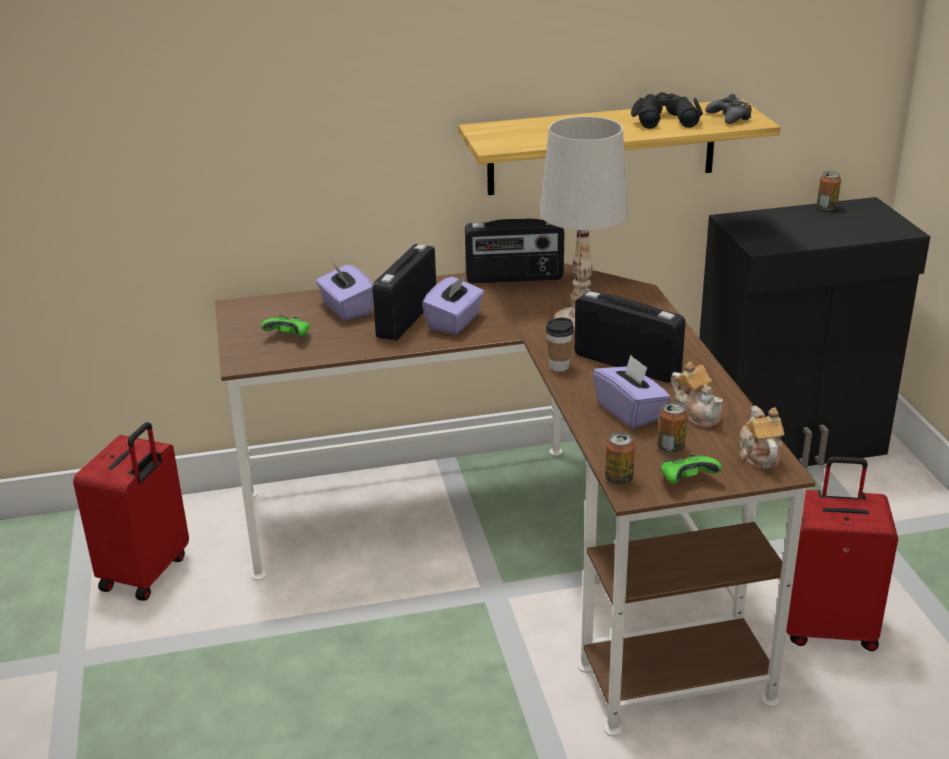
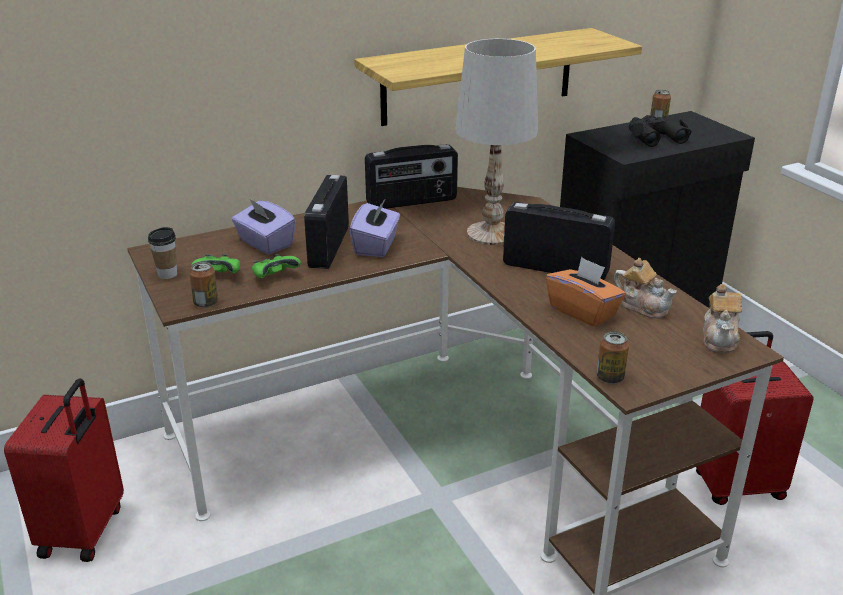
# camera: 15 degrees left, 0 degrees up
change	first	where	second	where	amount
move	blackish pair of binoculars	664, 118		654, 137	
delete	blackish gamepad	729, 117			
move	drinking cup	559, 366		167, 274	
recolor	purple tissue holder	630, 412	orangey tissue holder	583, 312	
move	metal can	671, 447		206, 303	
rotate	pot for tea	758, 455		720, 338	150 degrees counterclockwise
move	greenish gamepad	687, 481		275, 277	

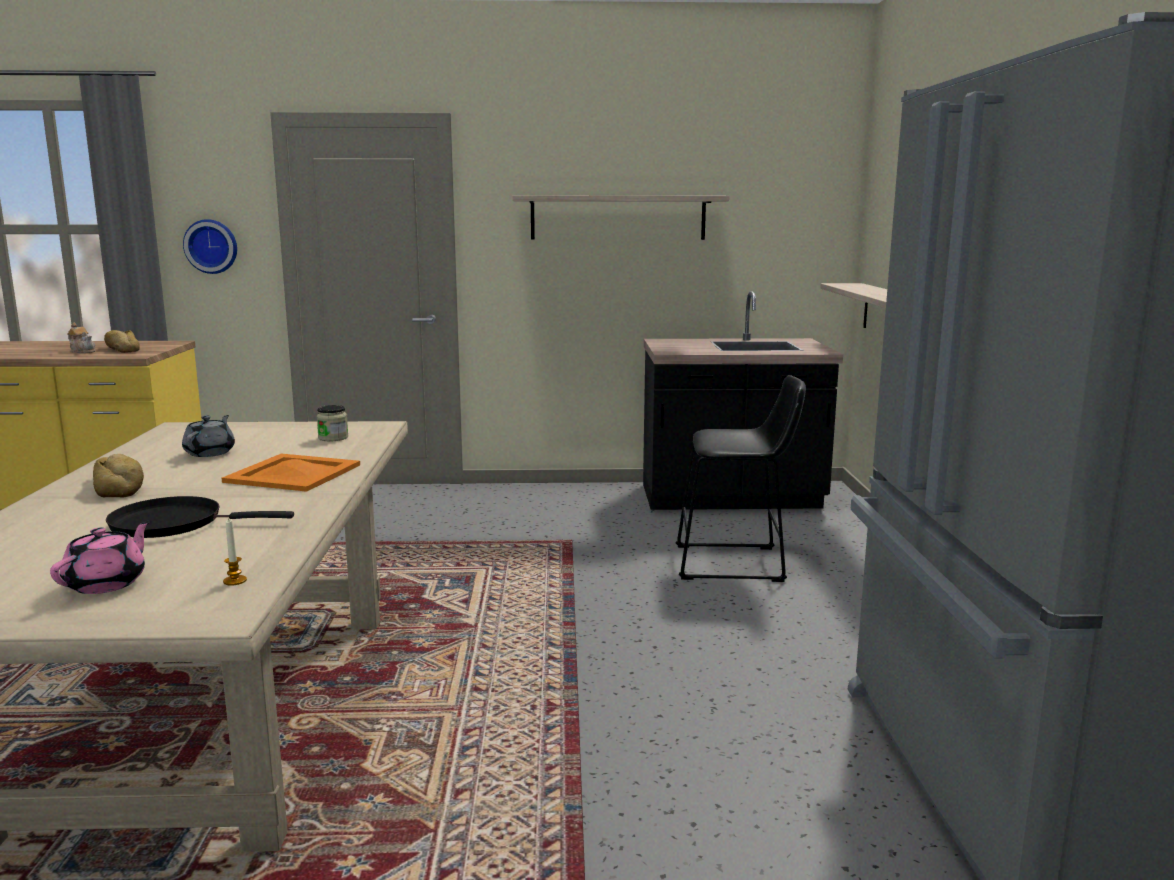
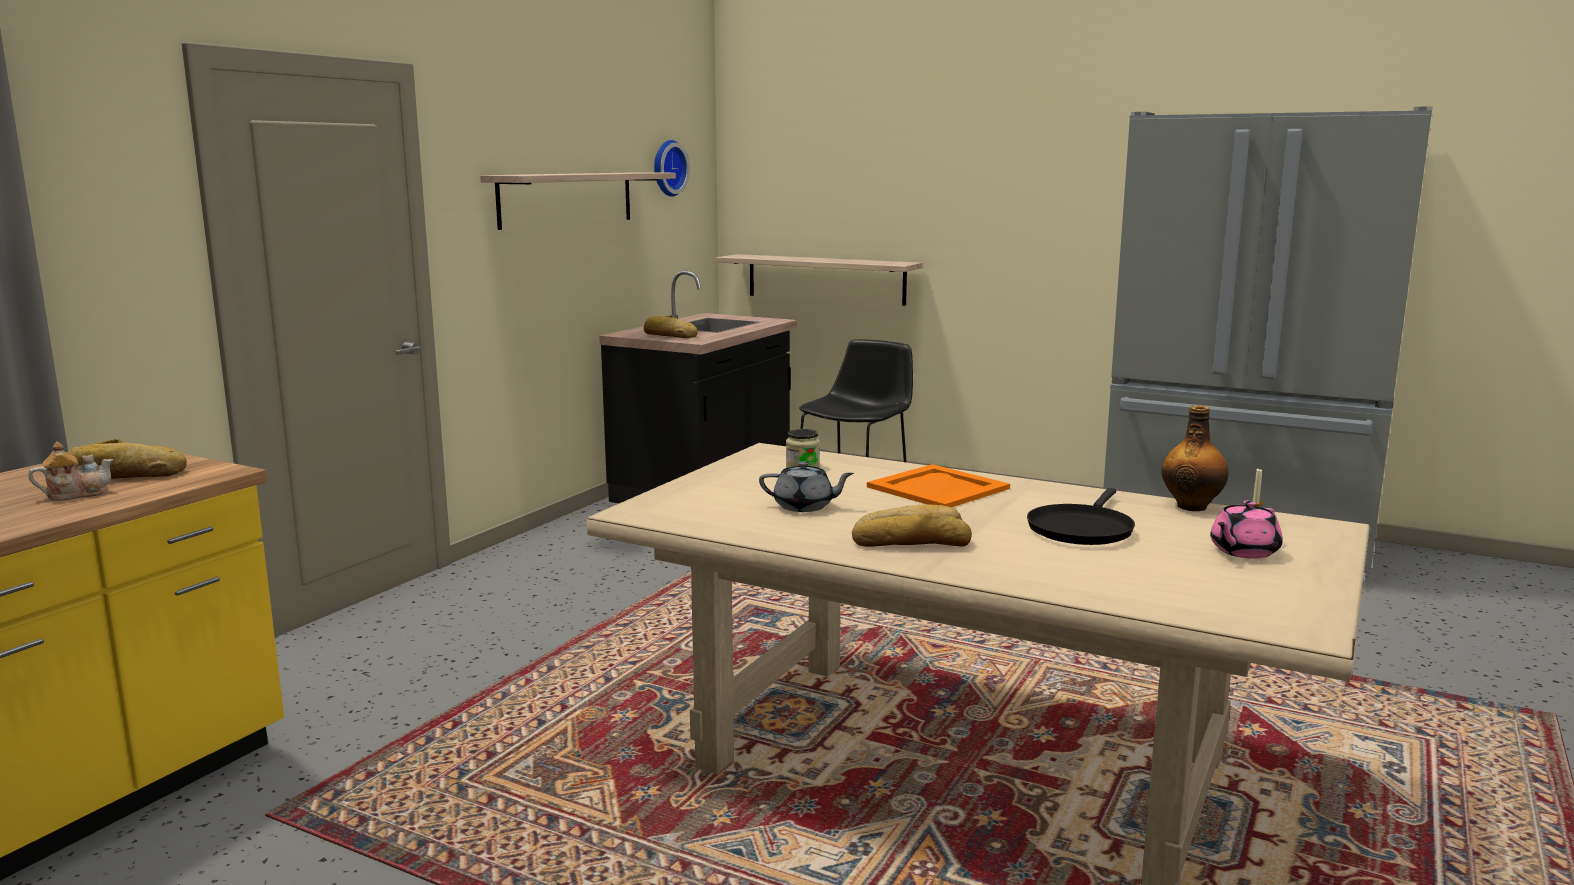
# camera: 60 degrees left, 0 degrees up
change	first	where	second	where	amount
move	clock on the wall	212, 246		667, 168	
rotate	grey pot for tea	210, 453		804, 506	150 degrees clockwise
rotate	pink pot for tea	107, 583		1243, 551	90 degrees counterclockwise
insert			baked bread	669, 335	
insert			beverage bottle	1192, 506	

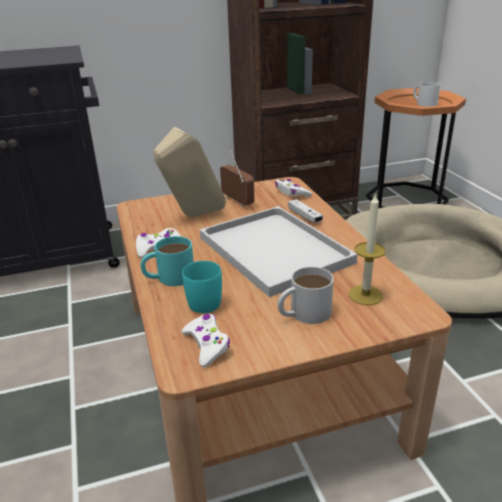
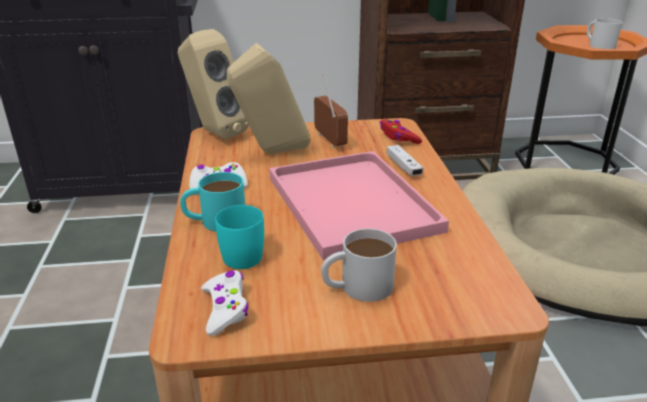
# camera: 10 degrees right, 0 degrees up
change	first	where	second	where	amount
recolor	white gamepad	291, 193	red gamepad	398, 137	
delete	wax light	365, 295			
recolor	white serving tray	277, 250	pink serving tray	354, 204	
insert			beige audio speaker	215, 133	

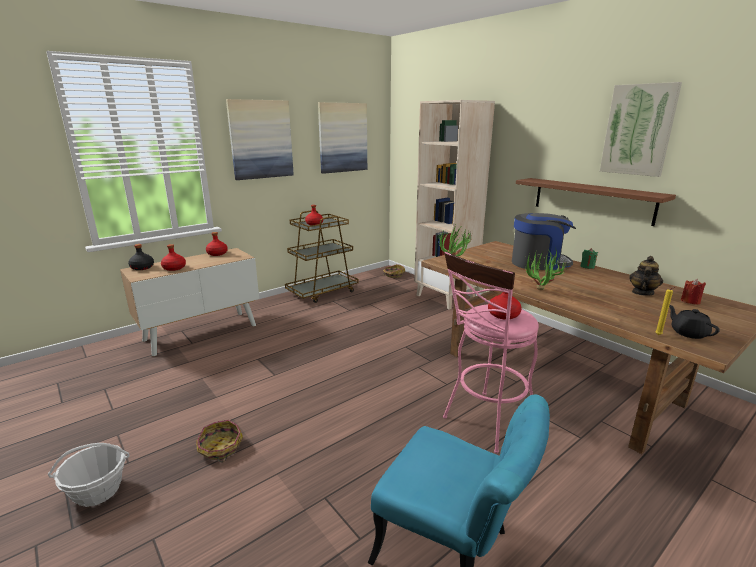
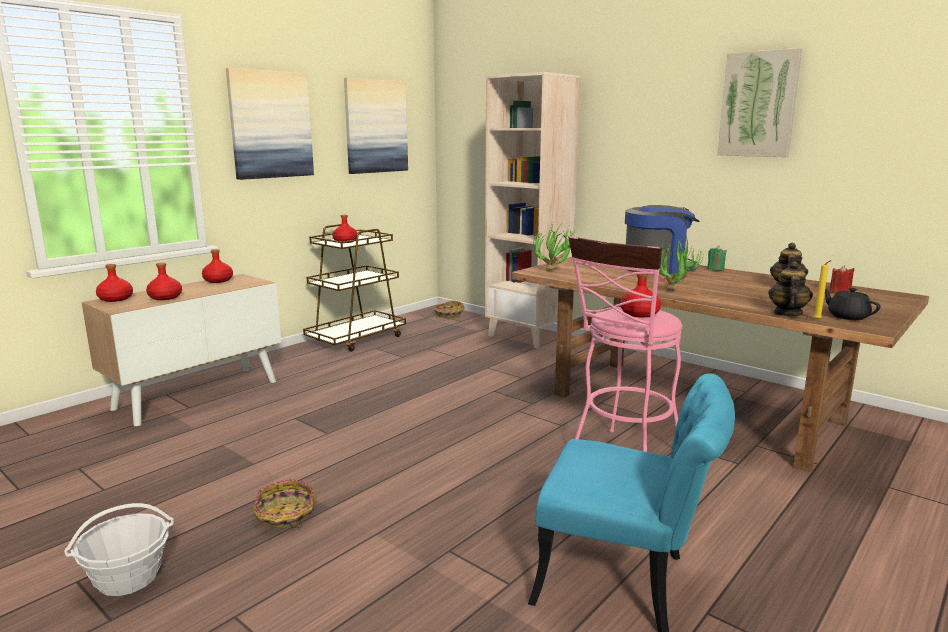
# camera: 10 degrees left, 5 degrees down
change	first	where	second	where	amount
delete	brownish wall shelf	592, 200			
recolor	blackish beverage bottle	142, 268	red beverage bottle	115, 299	
insert			pot for tea	787, 313	

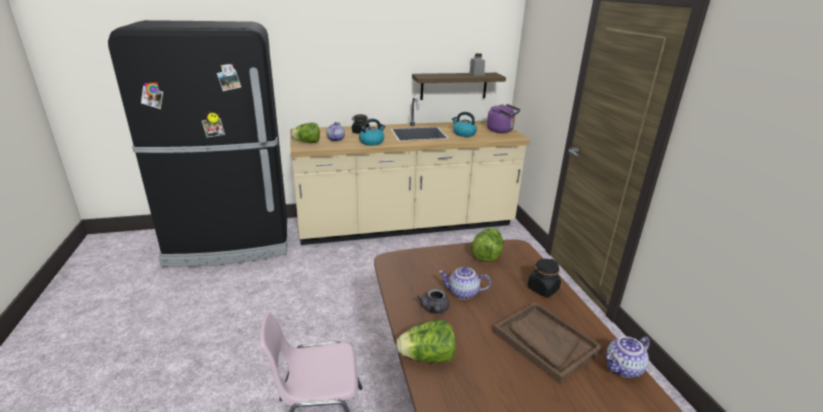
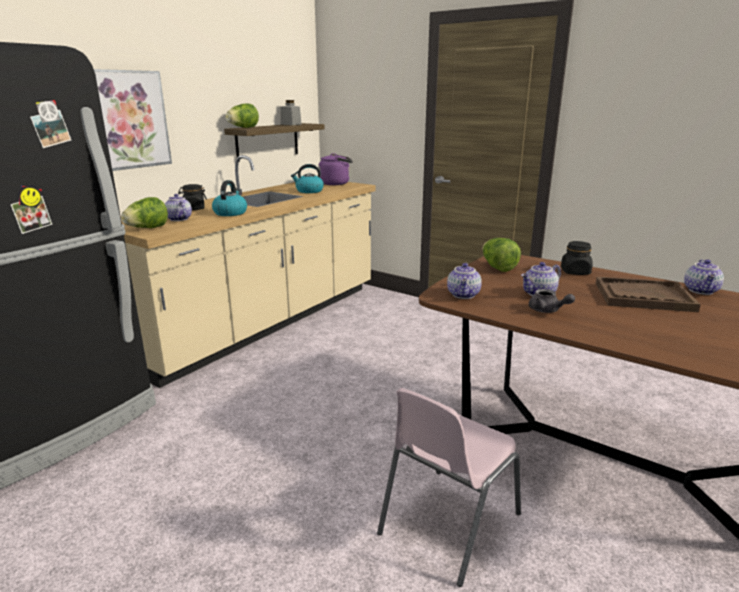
# camera: 40 degrees left, 5 degrees down
change	first	where	second	where	amount
move	head of lettuce	427, 357		243, 128	
insert			picture	129, 120	
insert			pot for tea	464, 295	

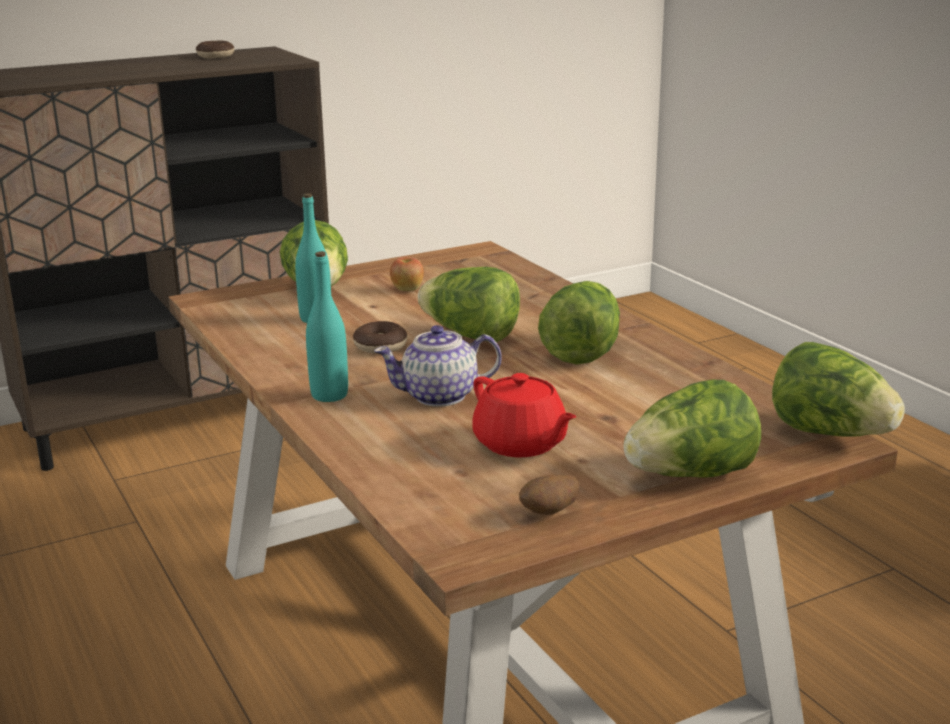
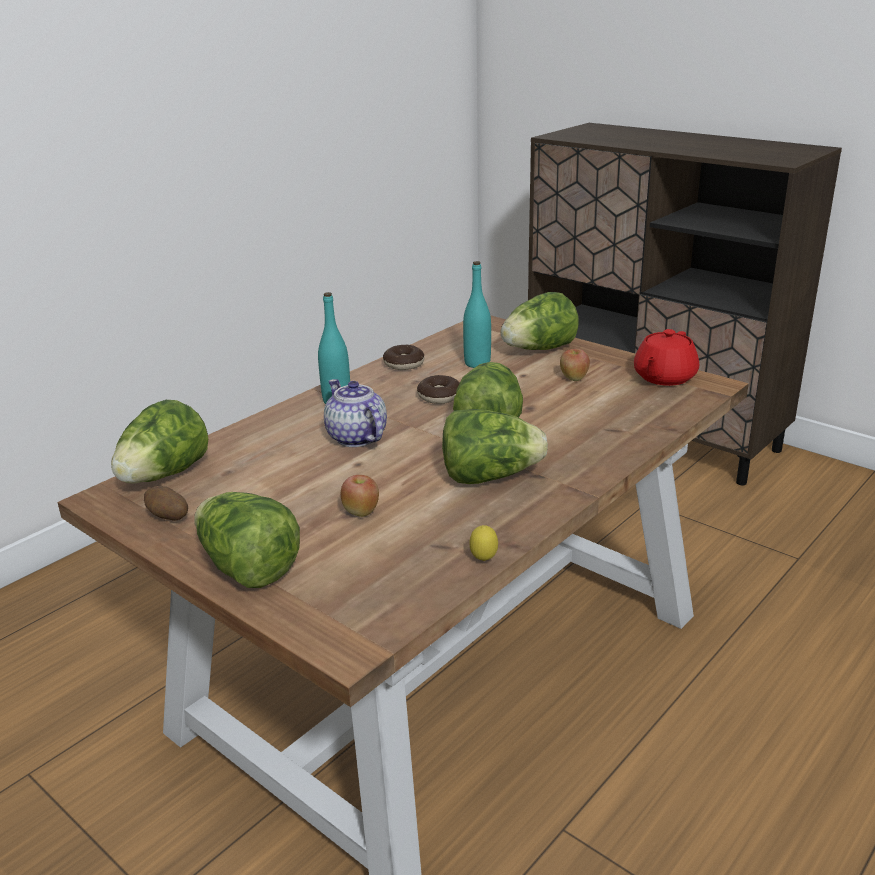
# camera: 70 degrees right, 5 degrees up
change	first	where	second	where	amount
move	ring doughnut	215, 56		404, 364	
move	head of lettuce	830, 433		164, 476	
move	red pot for tea	521, 444		663, 377	
insert			apple	361, 512	
insert			lemon	483, 560	

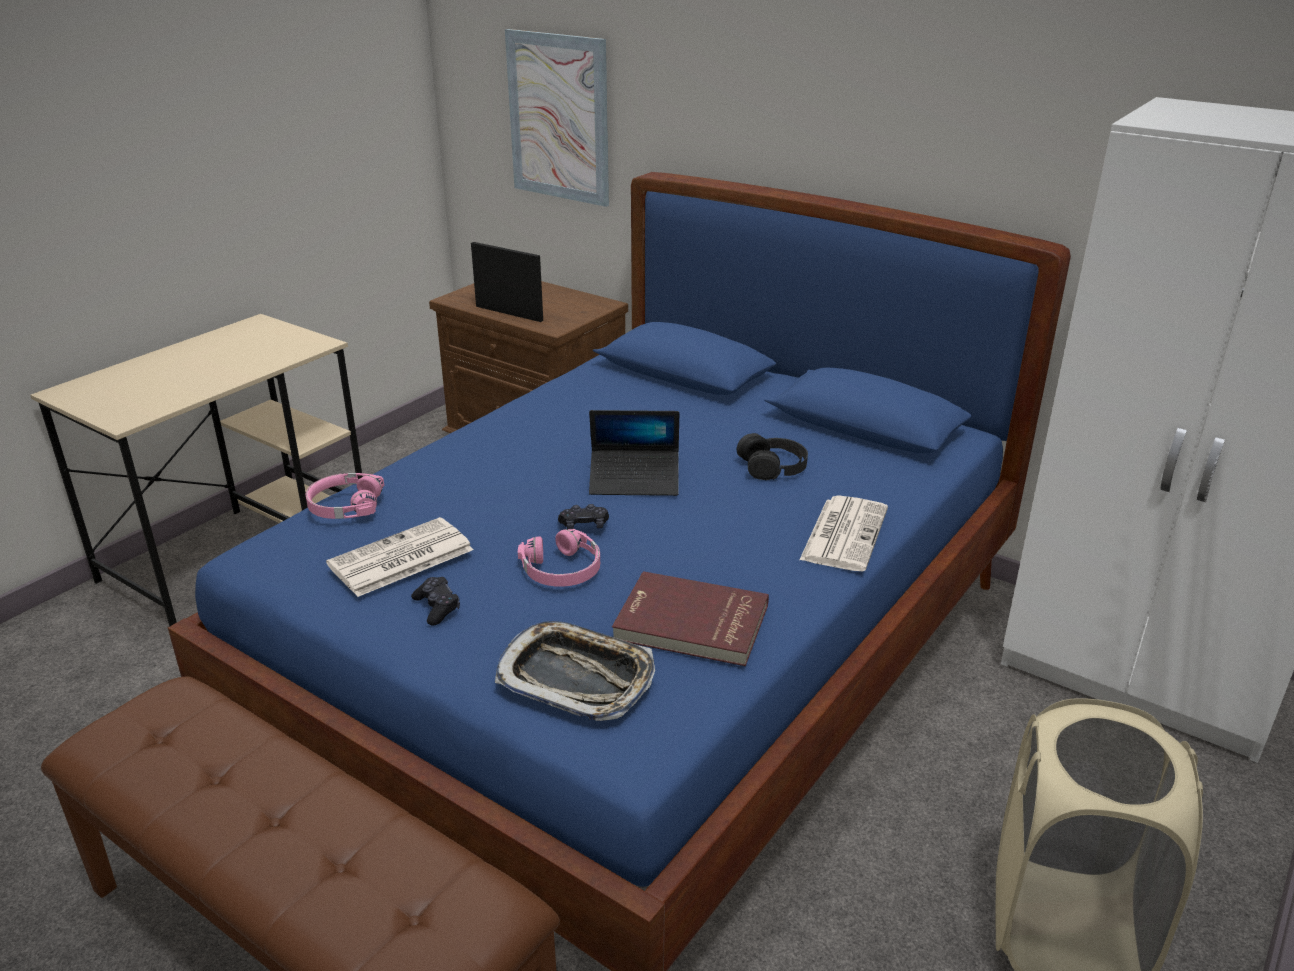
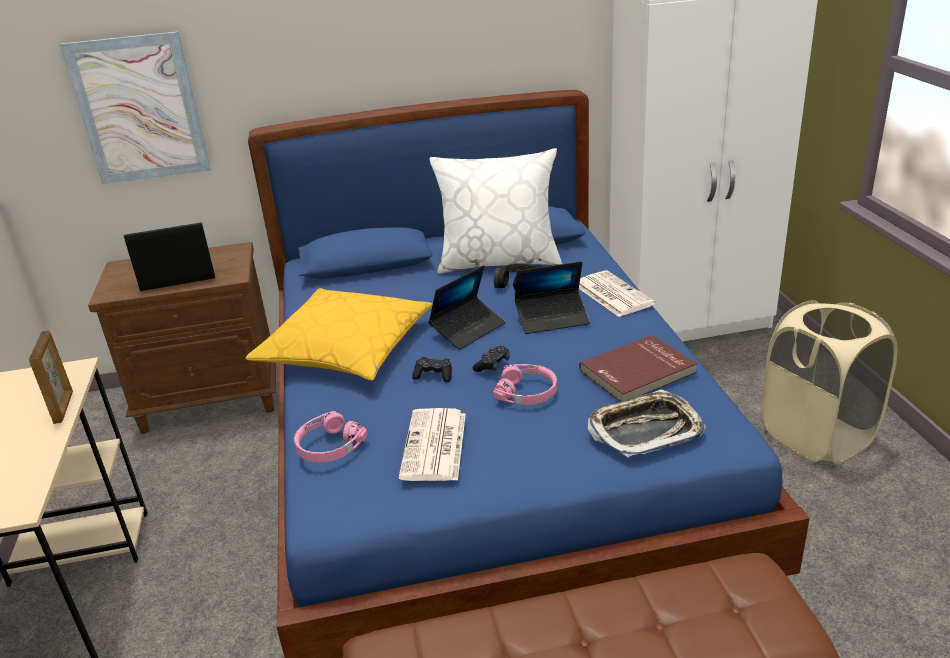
# camera: 45 degrees left, 0 degrees up
change	first	where	second	where	amount
move	blackish gamepad	437, 607		433, 375	
insert			white pillow	499, 261	
insert			laptop	552, 319	
insert			yellow-coloured pillow	346, 348	
insert			standing frame	64, 407	

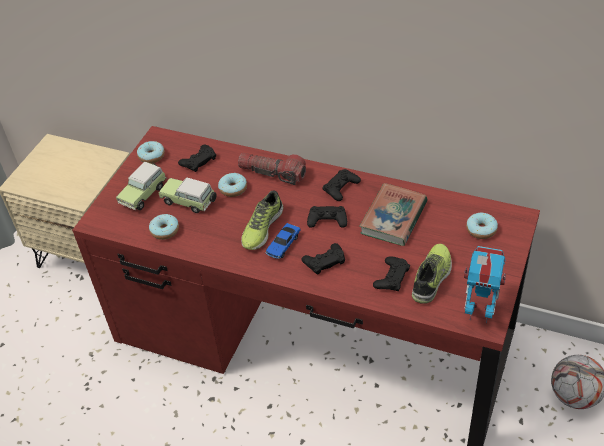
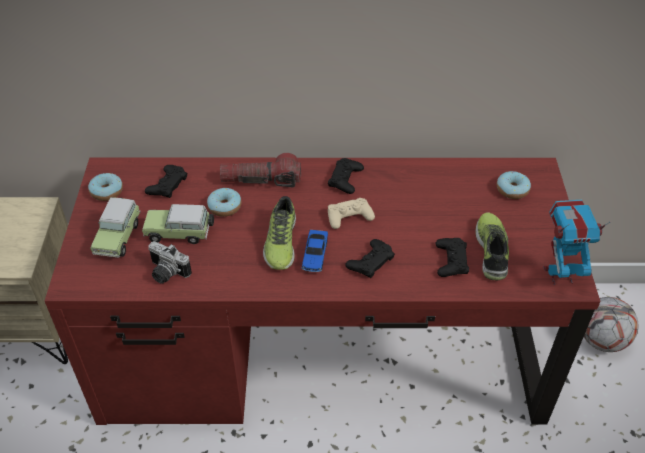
# camera: 25 degrees left, 0 degrees up
change	first	where	second	where	amount
delete	bound book	393, 218			
recolor	blackish gamepad	327, 220	beige gamepad	349, 216	
replace	ring doughnut	165, 230	still camera	166, 273	

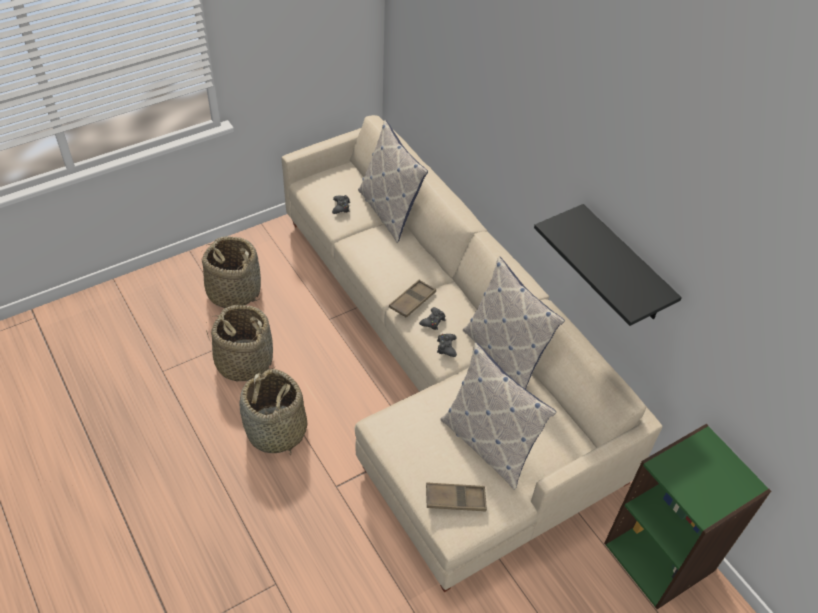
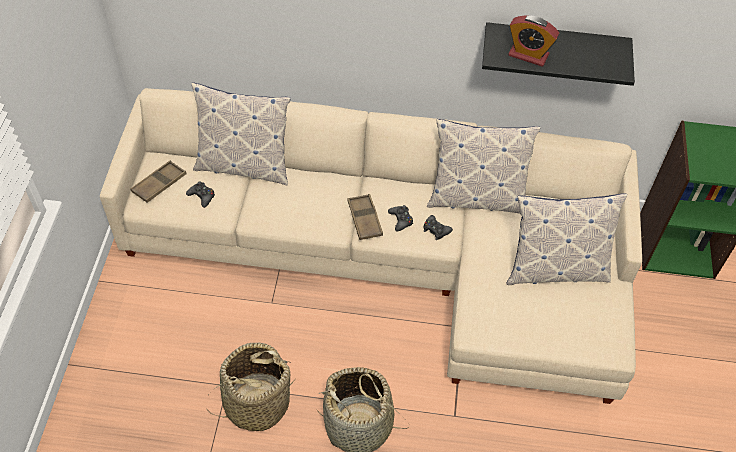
# camera: 50 degrees left, 5 degrees up
change	first	where	second	where	amount
delete	basket	234, 291			
move	brownish serving tray	455, 499		159, 184	
insert			table clock	528, 55	

